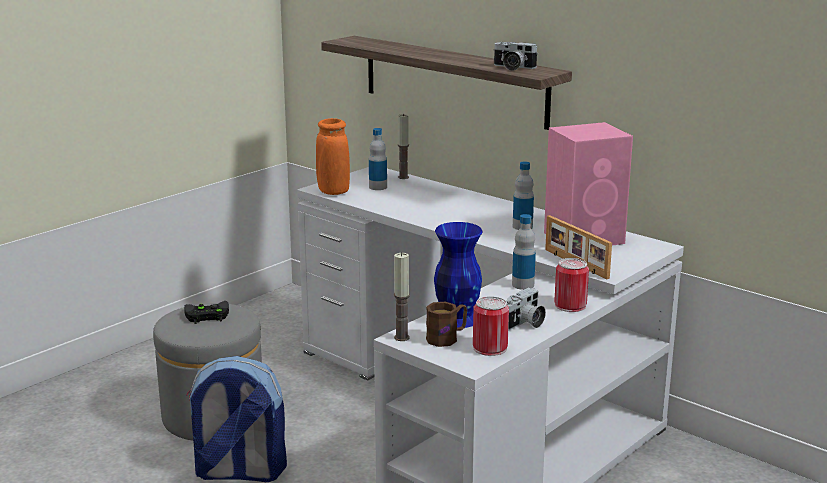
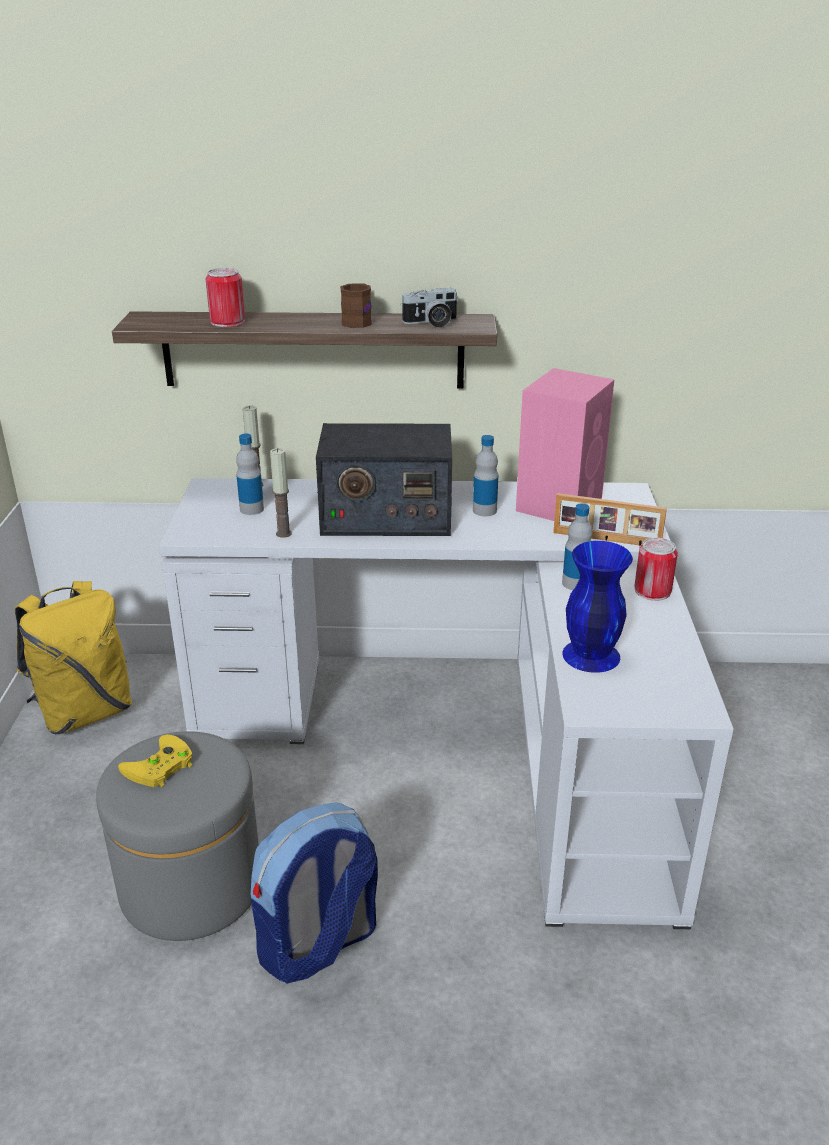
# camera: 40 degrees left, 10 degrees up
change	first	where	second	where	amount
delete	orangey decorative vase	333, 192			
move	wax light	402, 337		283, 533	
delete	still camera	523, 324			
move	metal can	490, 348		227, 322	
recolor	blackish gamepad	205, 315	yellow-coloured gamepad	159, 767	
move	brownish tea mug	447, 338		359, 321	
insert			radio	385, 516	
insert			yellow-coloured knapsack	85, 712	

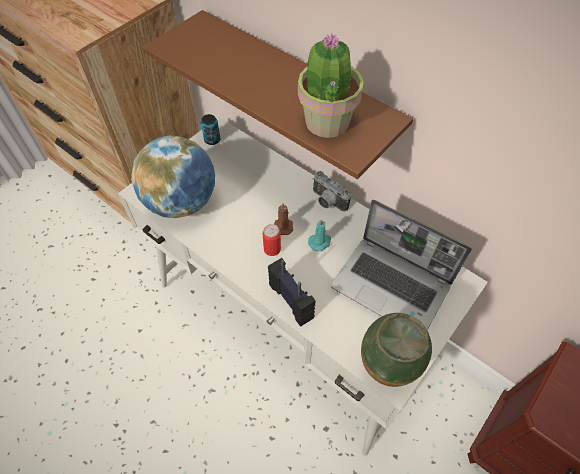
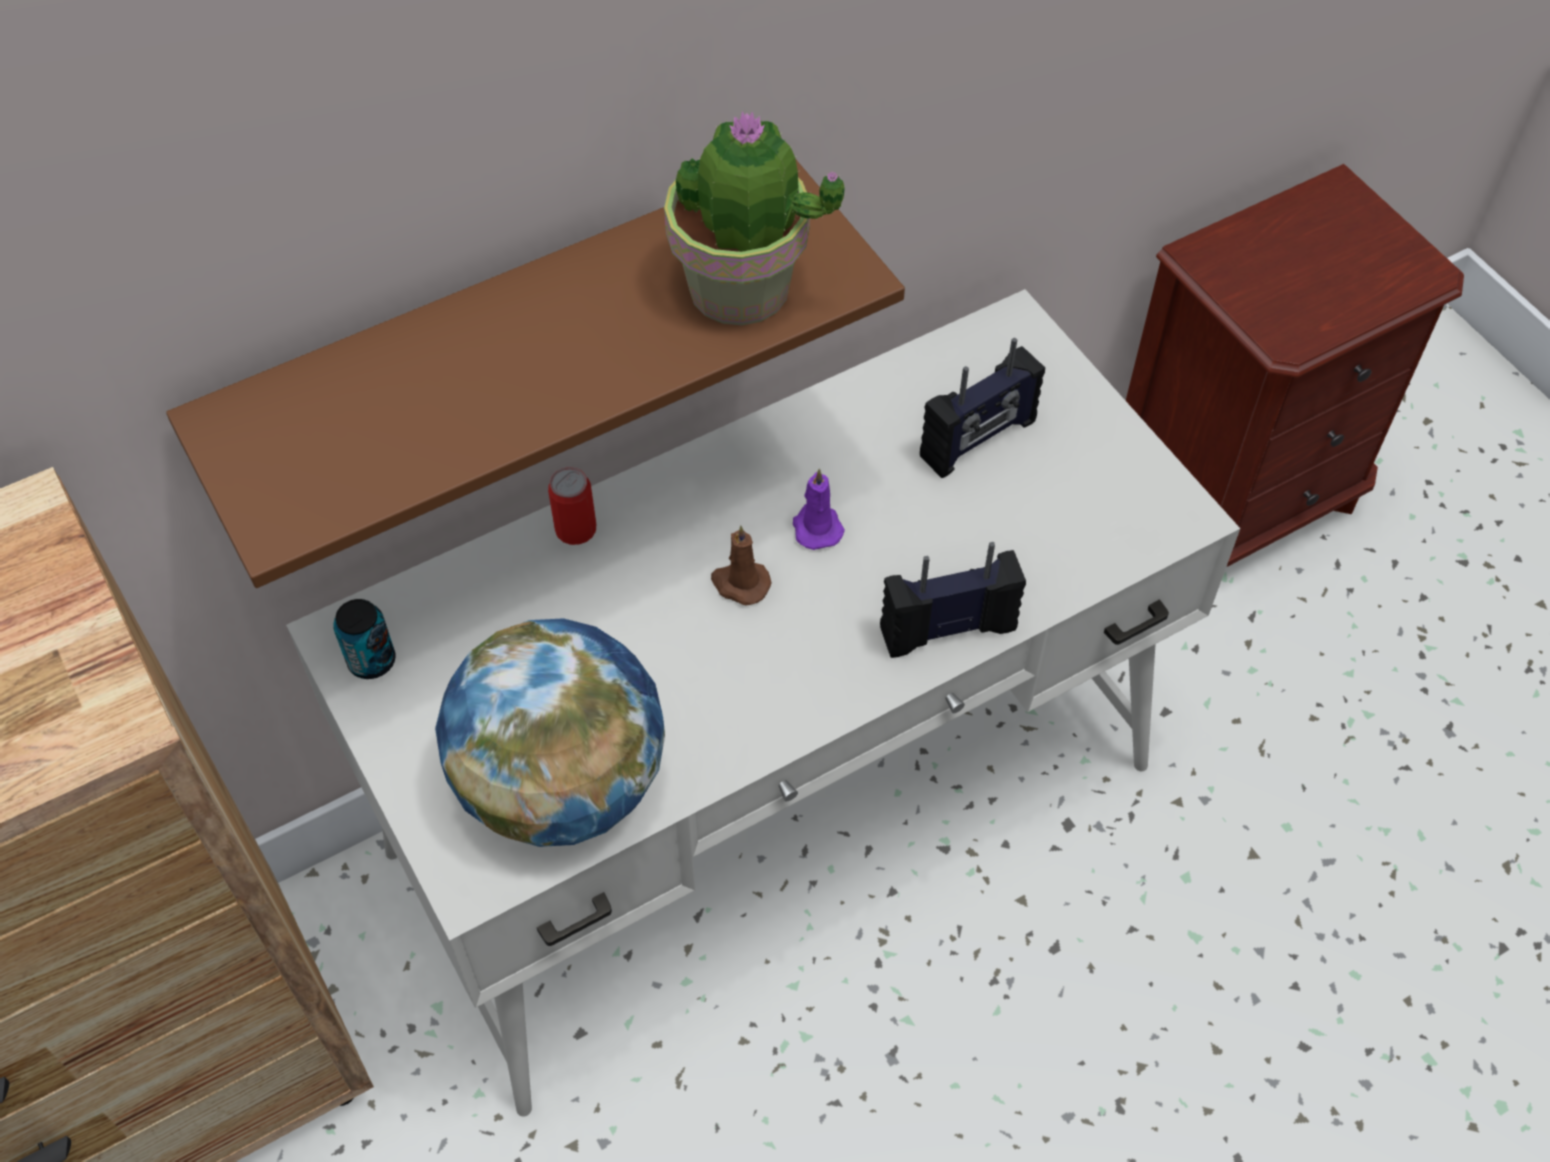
# camera: 70 degrees left, 0 degrees up
change	first	where	second	where	amount
delete	still camera	327, 202			
replace	laptop	392, 286	radio	979, 440	
recolor	turquoise wax light	320, 242	purple wax light	816, 526	
move	metal can	272, 249		575, 529	
delete	decorative vase	386, 370			

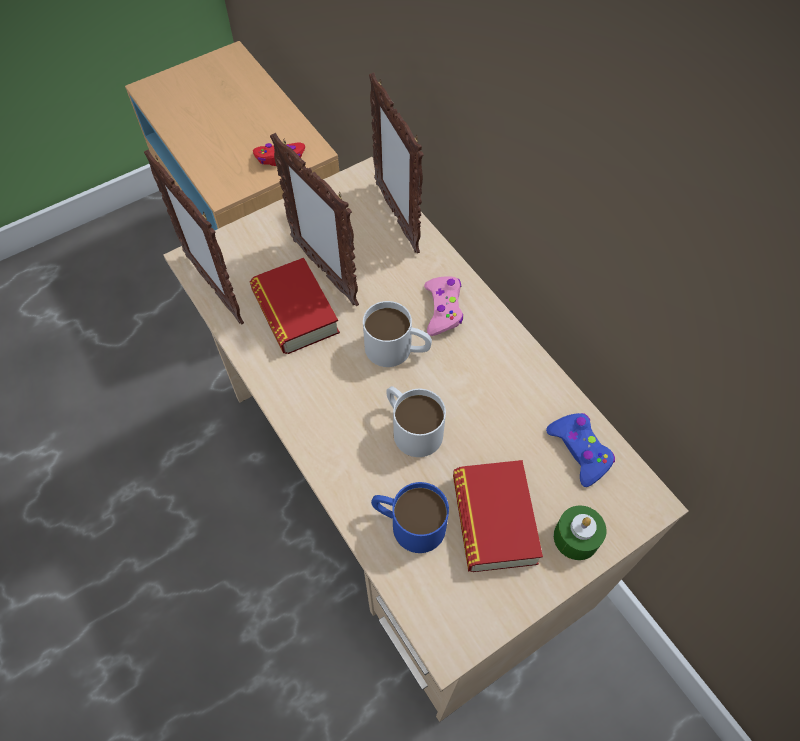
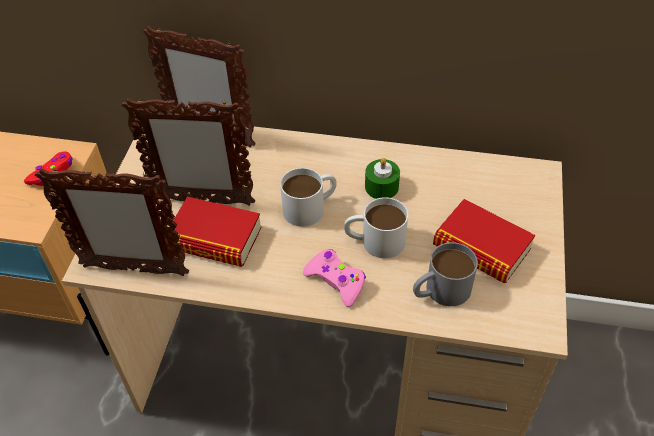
# camera: 45 degrees left, 10 degrees down
change	first	where	second	where	amount
move	pink gamepad	443, 309		336, 281	
delete	blue gamepad	579, 451			
recolor	blue tea mug	408, 522	grey tea mug	440, 291	
move	greenish wax light	576, 537		381, 187	

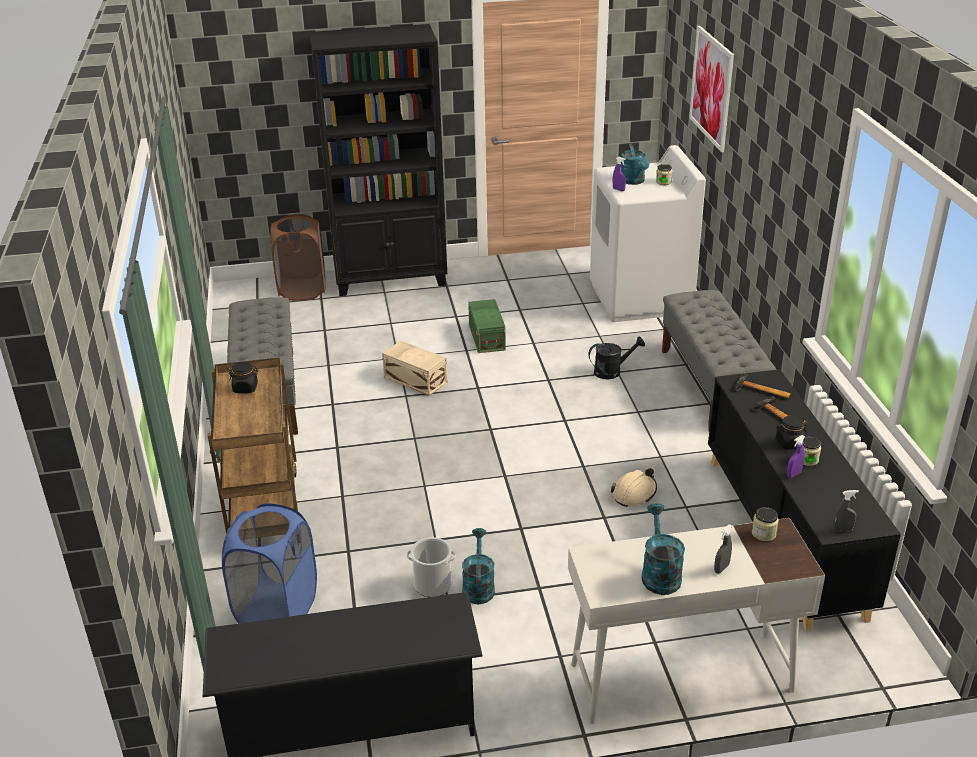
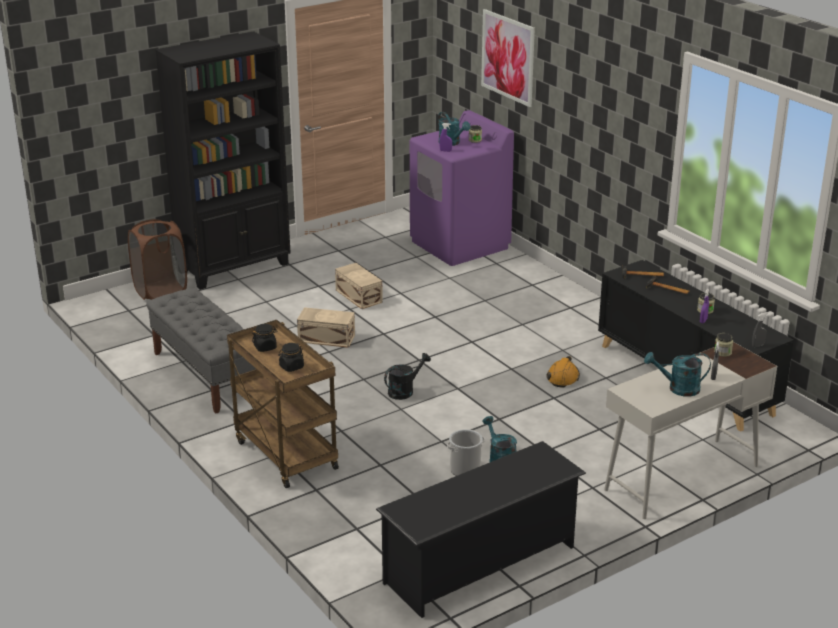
# camera: 25 degrees left, 5 degrees down
change	first	where	second	where	amount
recolor	white laundry appliance	640, 298	purple laundry appliance	460, 245	
delete	grey long seat	711, 387			
recolor	greenish storage bin	487, 337	beige storage bin	359, 296	
move	blackish watering pot	612, 371		404, 391	
move	blackish jar	789, 443		291, 367	
recolor	beige hard hat	634, 493	orangey hard hat	563, 377	
delete	blue laundry basket	277, 610			
rotate	turquoise watering pot	659, 573		678, 389	60 degrees counterclockwise

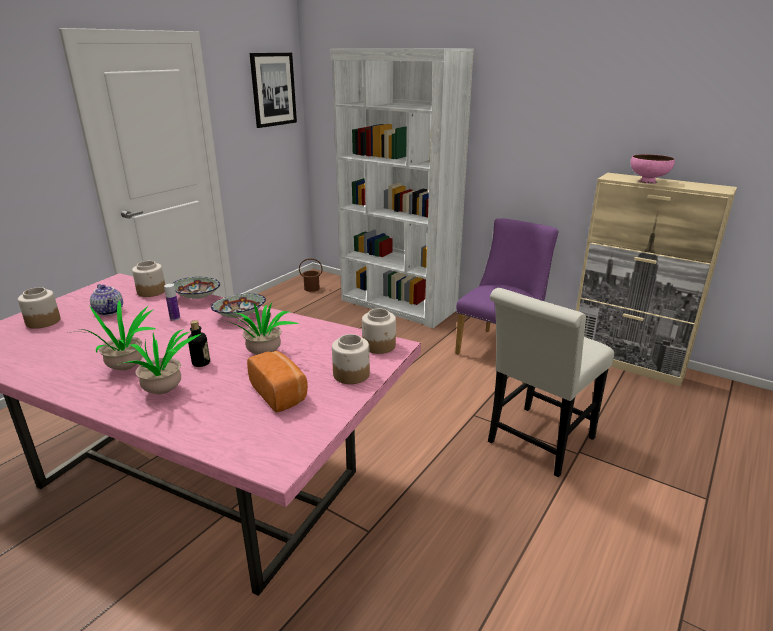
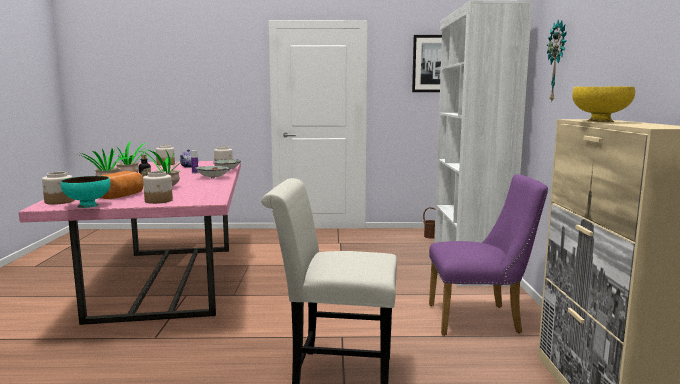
# camera: 55 degrees right, 15 degrees down
change	first	where	second	where	amount
recolor	pink bowl	648, 182	yellow-coloured bowl	599, 121	
move	jar	379, 346		59, 202	
insert			clock on the wall	558, 61	
insert			turquoise bowl	88, 205	

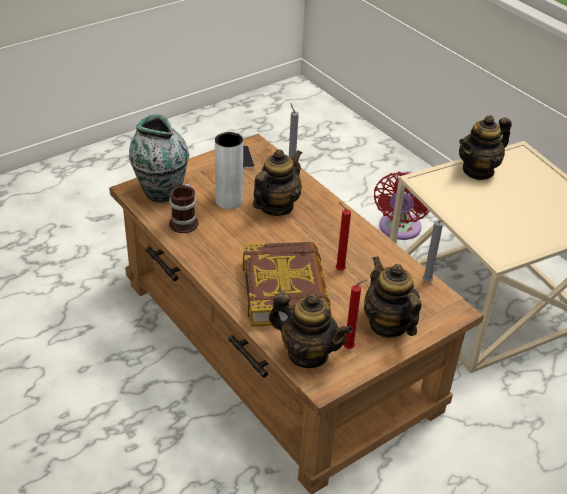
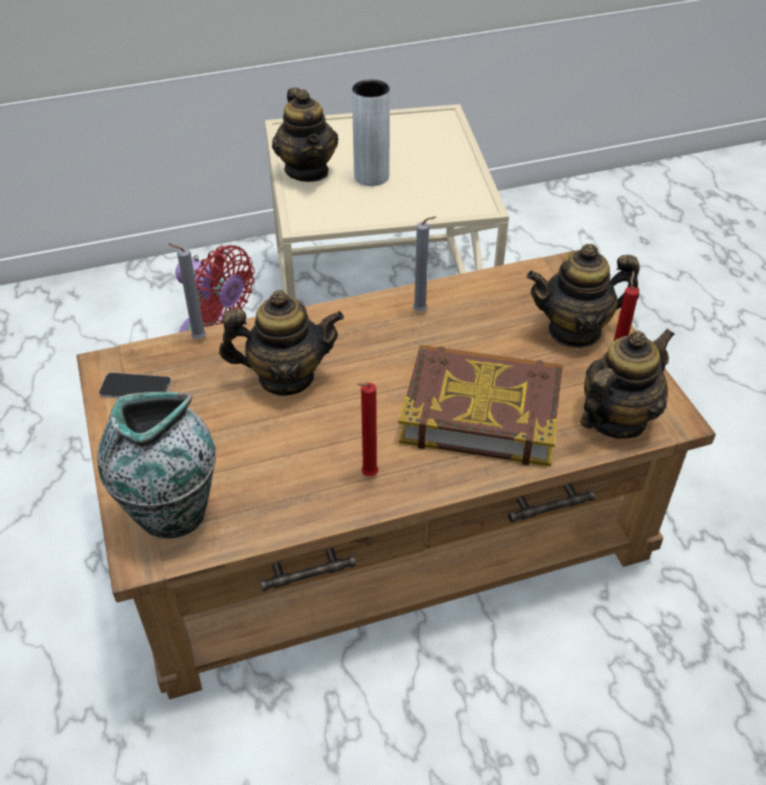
# camera: 70 degrees left, 5 degrees up
change	first	where	second	where	amount
move	grey decorative vase	229, 201		371, 176	
rotate	pot for tea	276, 207		286, 377	120 degrees clockwise
delete	tea mug	185, 222			
move	red wax light	338, 269		367, 476	
move	grey wax light	427, 282		422, 312	

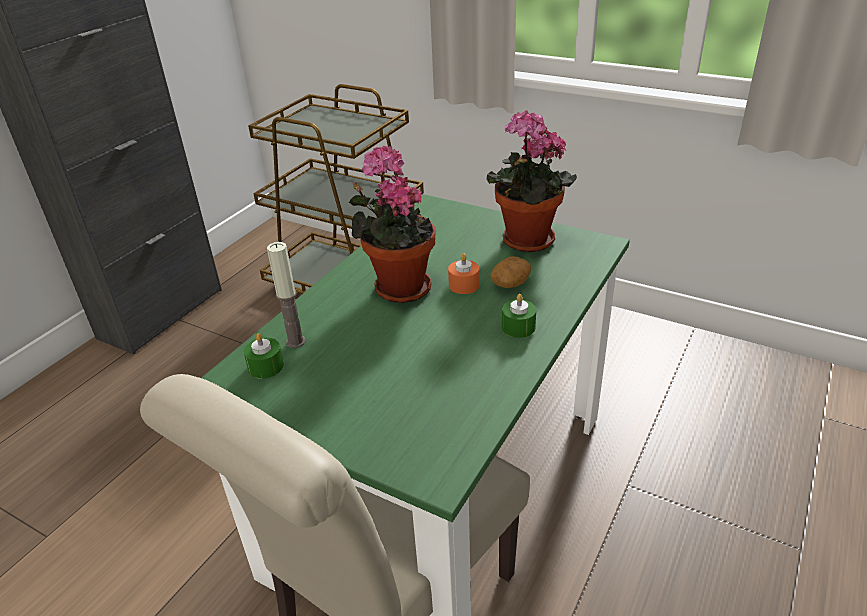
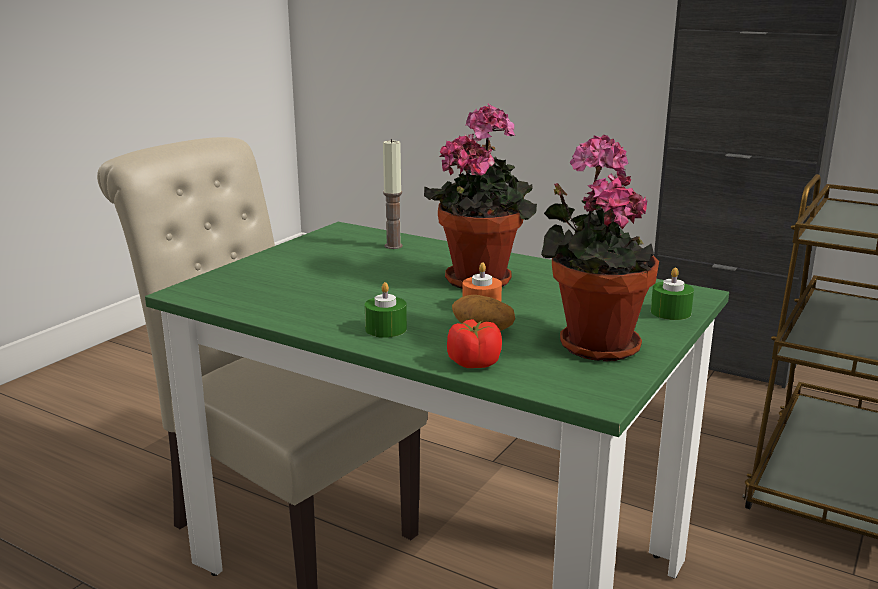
# camera: 90 degrees right, 15 degrees down
change	first	where	second	where	amount
move	greenish wax light	266, 366		670, 312	
insert			whole tomato	473, 363	

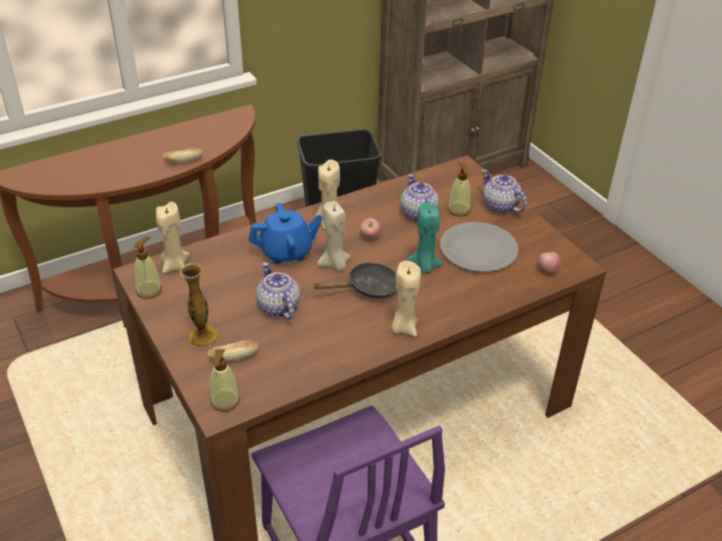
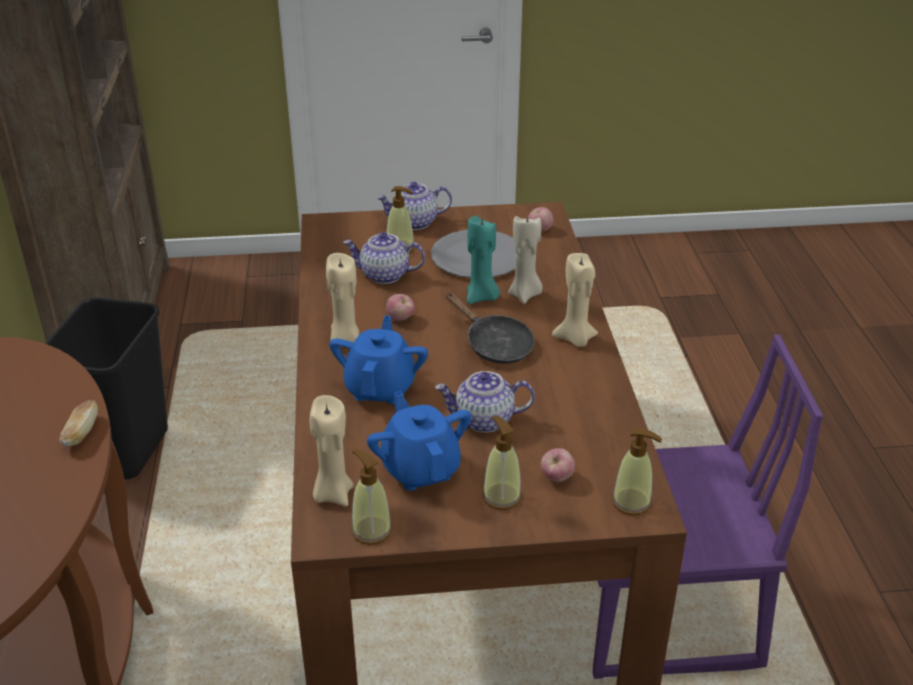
# camera: 65 degrees left, 5 degrees down
change	first	where	second	where	amount
move	beige wax light	335, 264		525, 295	
rotate	blackish skillet	368, 288		494, 345	135 degrees clockwise
replace	decorative vase	203, 336	soap bottle	501, 496	
replace	baked bread	233, 357	apple	556, 478	
insert			blue pot for tea	420, 469	

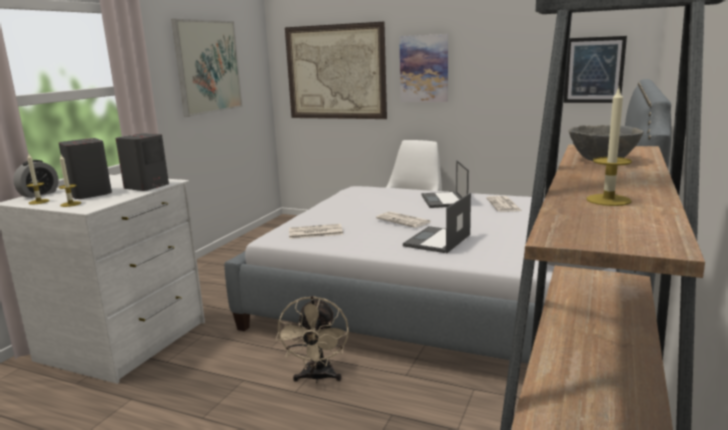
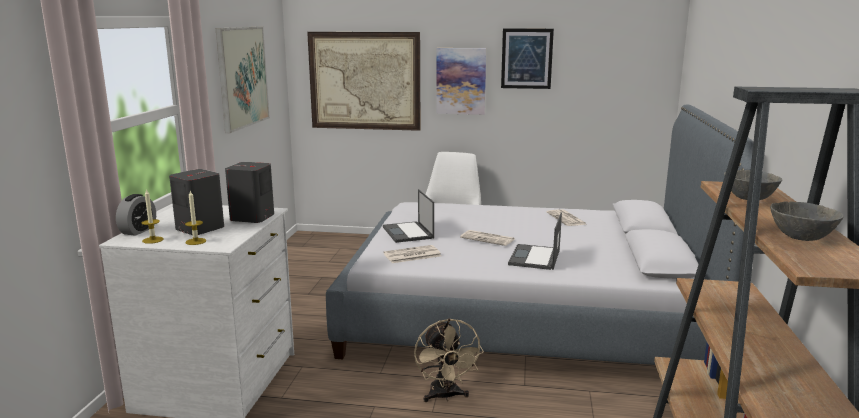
# camera: 15 degrees left, 0 degrees up
change	first	where	second	where	amount
move	picture	594, 70		526, 58	
replace	wax light	608, 200	grey bowl	801, 237	
move	laptop	444, 200		408, 233	

